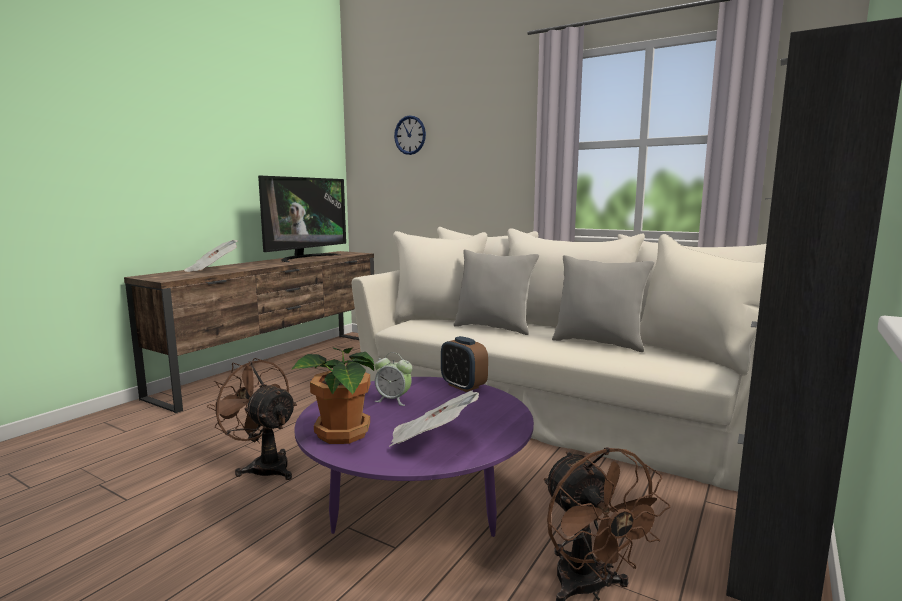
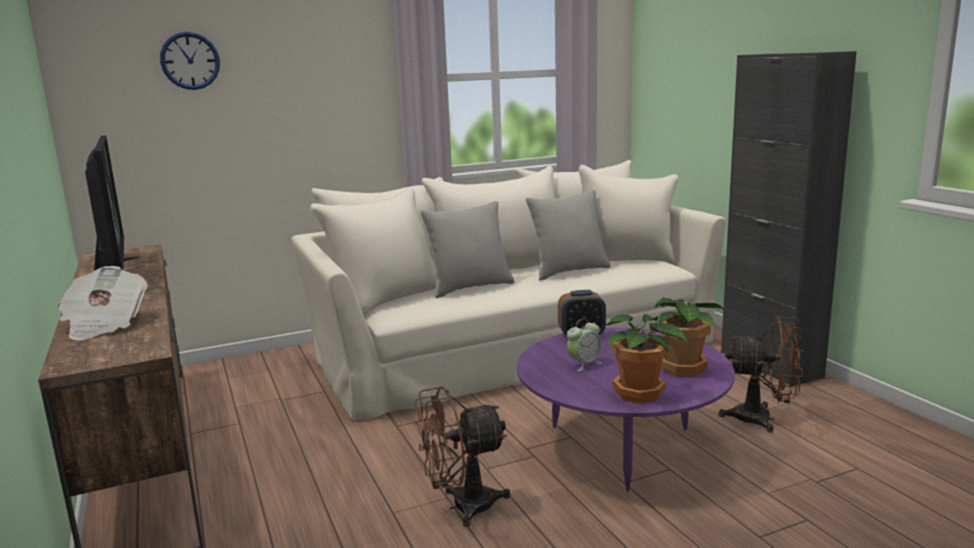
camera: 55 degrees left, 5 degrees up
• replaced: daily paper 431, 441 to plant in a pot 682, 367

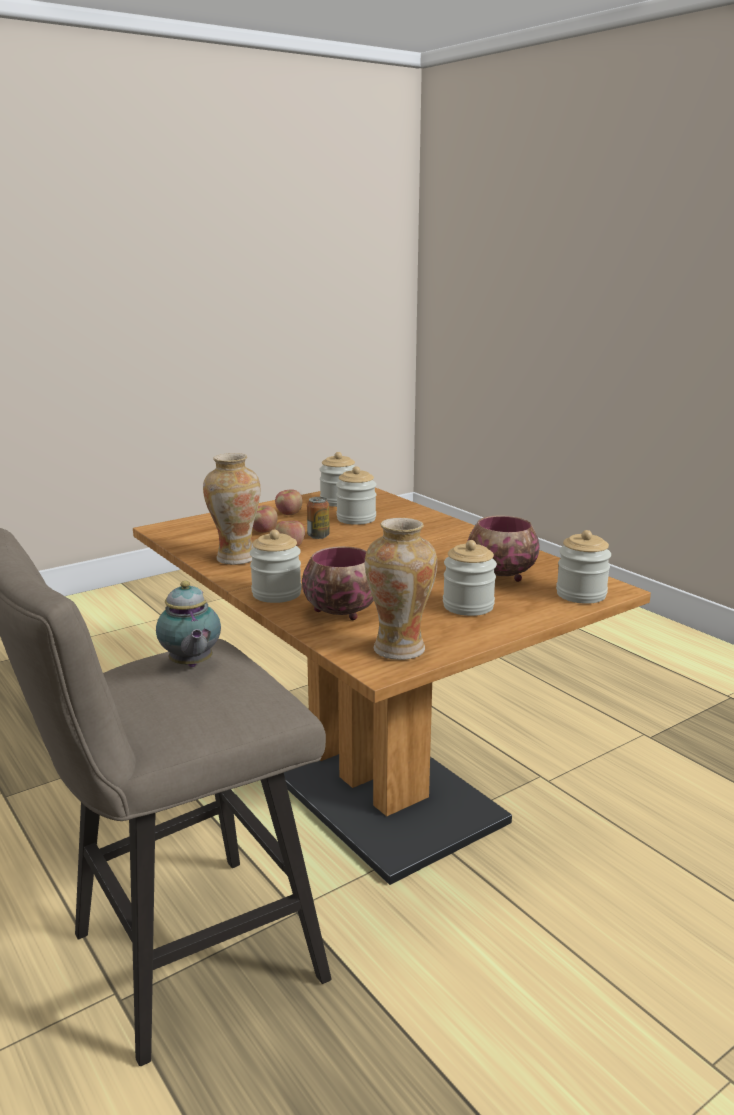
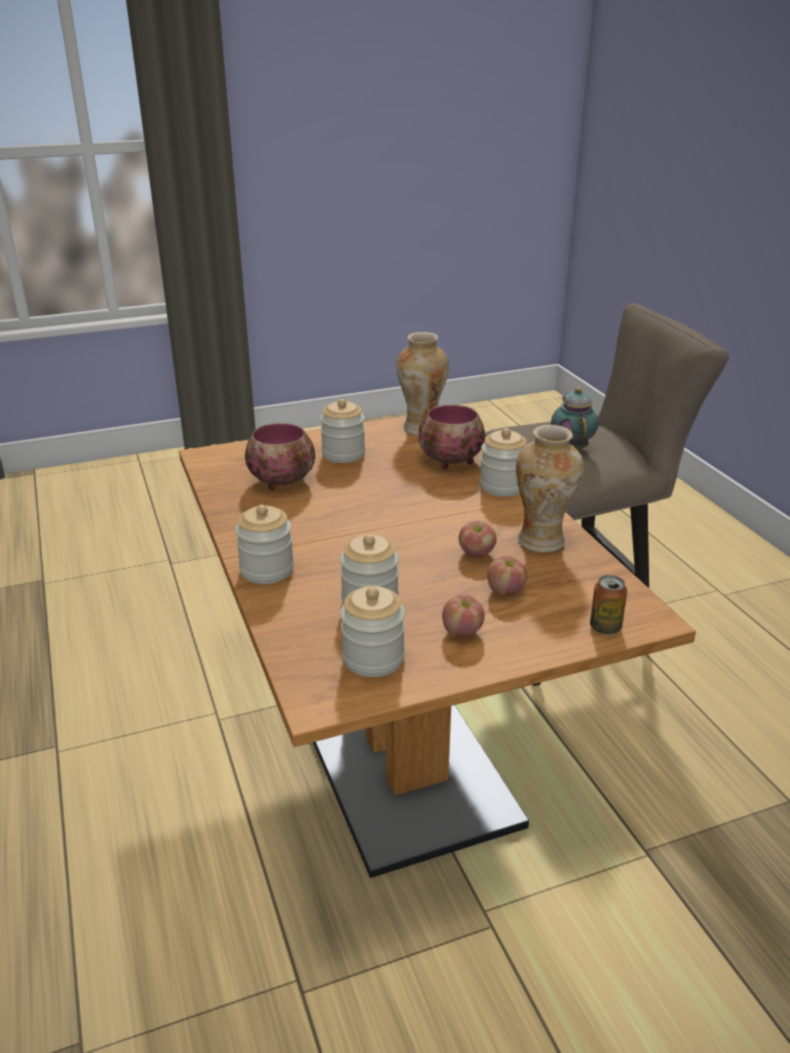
camera: 165 degrees left, 10 degrees up
• moved: can 318, 536 to 605, 627
• moved: preserve jar 581, 594 to 267, 570

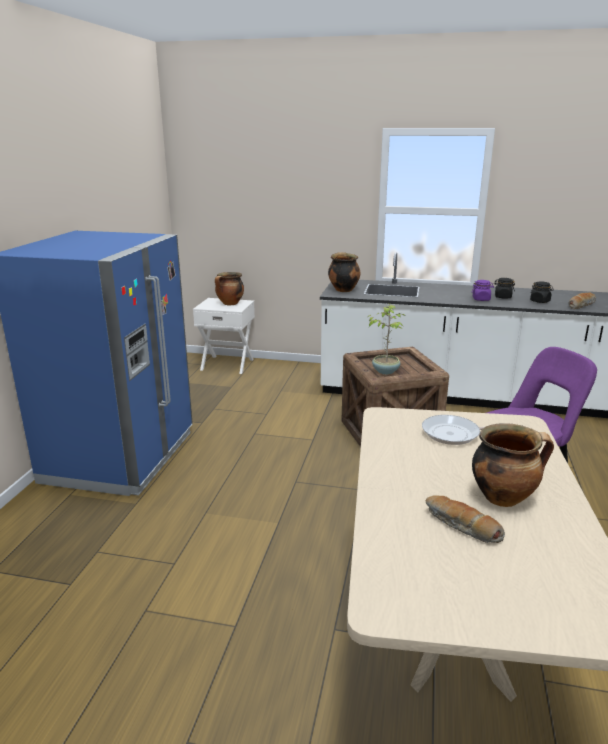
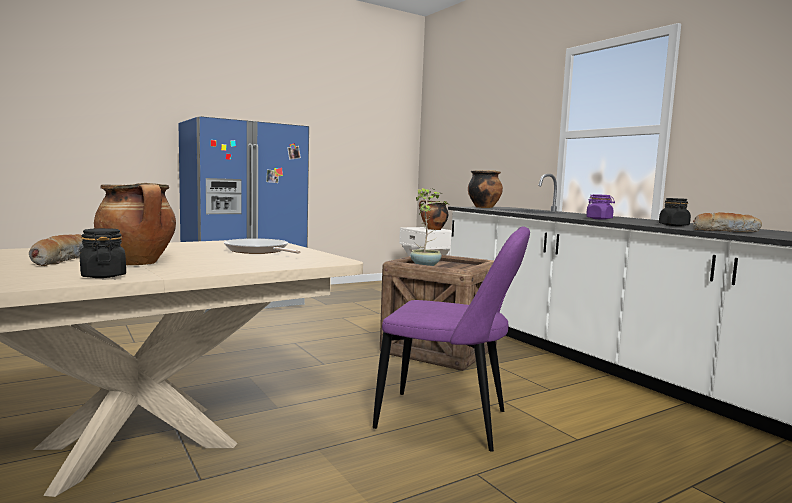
camera: 45 degrees right, 15 degrees down
• moved: preserve jar (black-coloured) 502, 297 to 103, 276

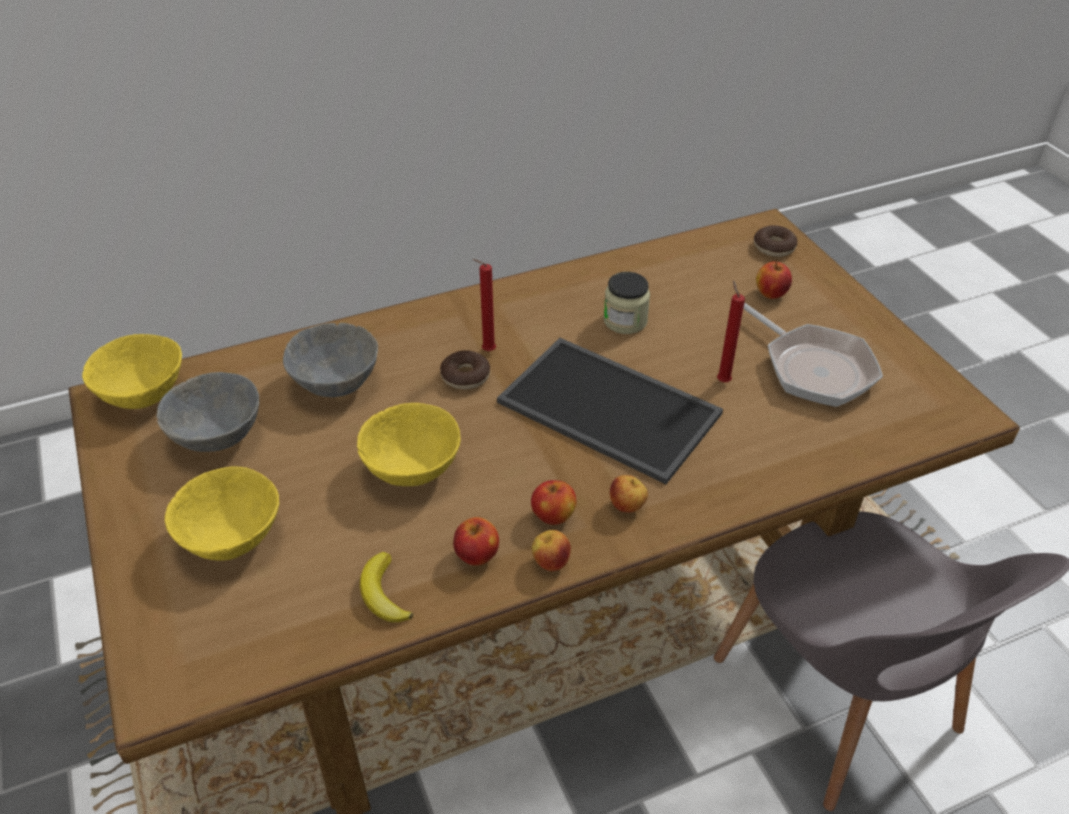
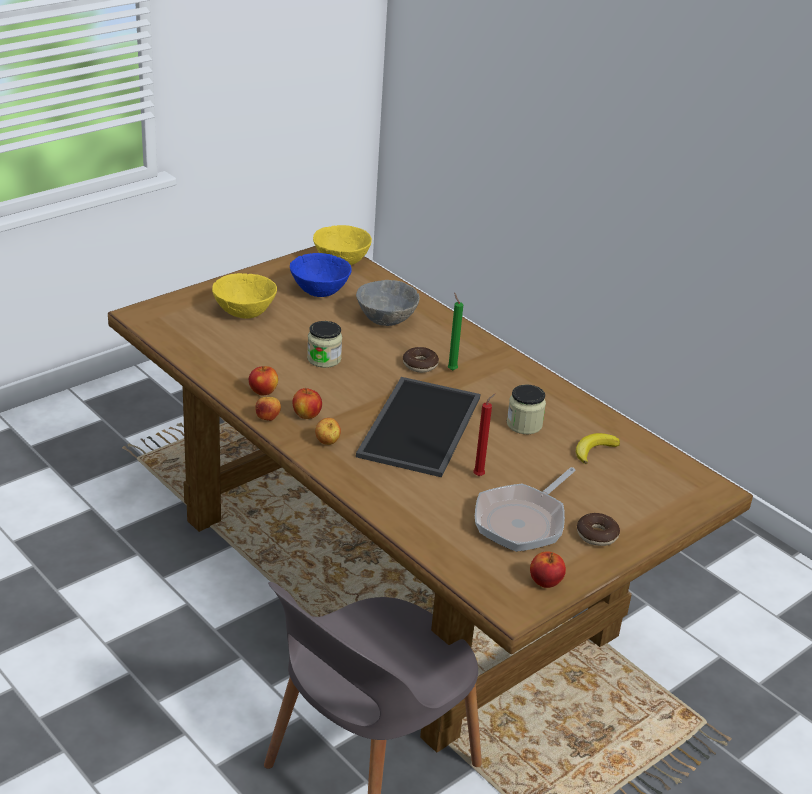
camera: 70 degrees right, 10 degrees down
• moved: donut 774, 247 to 597, 535
• recoloured: wax light (red) 486, 351 to wax light (greenish) 451, 369
• moved: whole apple 771, 293 to 545, 582
• recoloured: serving bowl (greyish) 218, 436 to serving bowl (bluish) 320, 291
• replaced: serving bowl (yellow) 412, 468 to preserve jar 324, 359
• moved: banana fruit 384, 593 to 594, 450

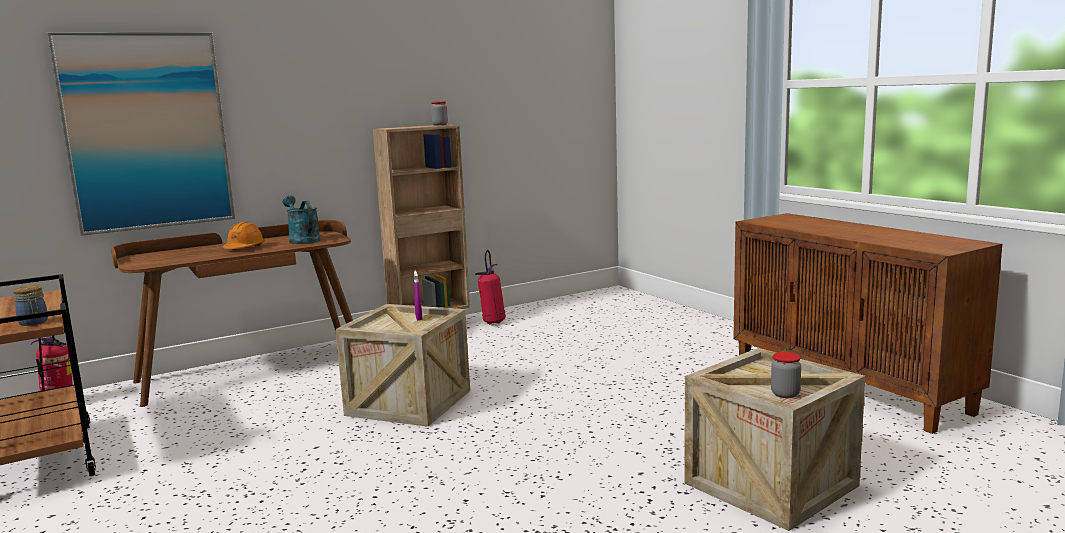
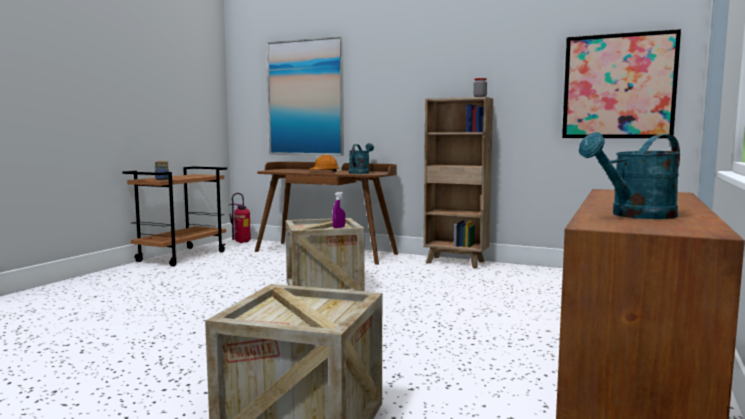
camera: 55 degrees right, 5 degrees down
• removed: extinguisher 493, 322
• removed: preserve jar 785, 394
• added: wall picture 618, 86
• added: watering can (turquoise-coloured) 635, 215

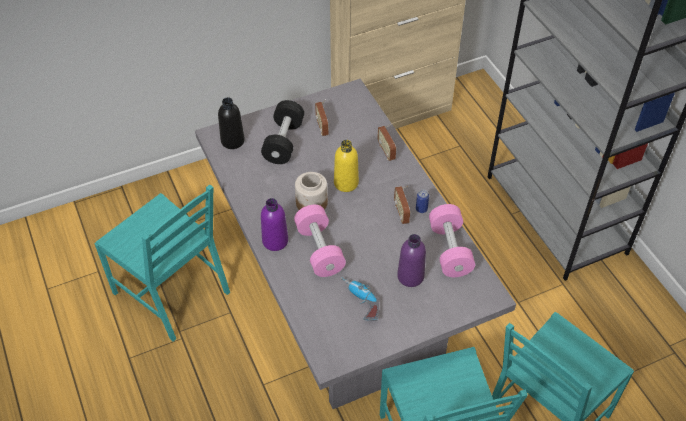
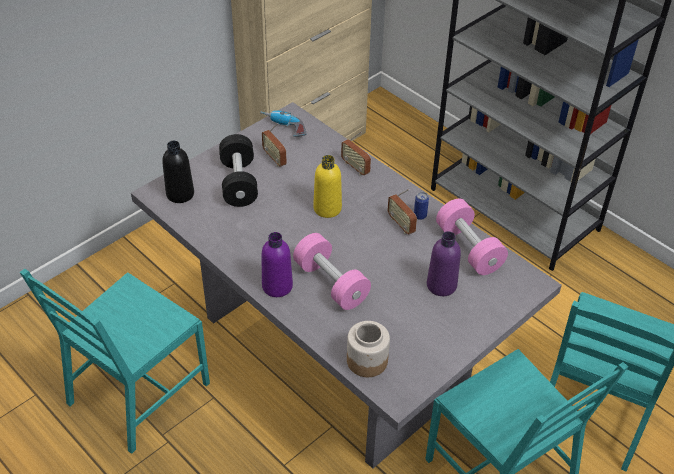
camera: 20 degrees left, 5 degrees down
• moved: preserve jar 312, 203 to 367, 360
• turned: upright chair (turquoise-coloured) 173, 292 = 137, 393 105 degrees clockwise
• moved: drill 359, 302 to 283, 128

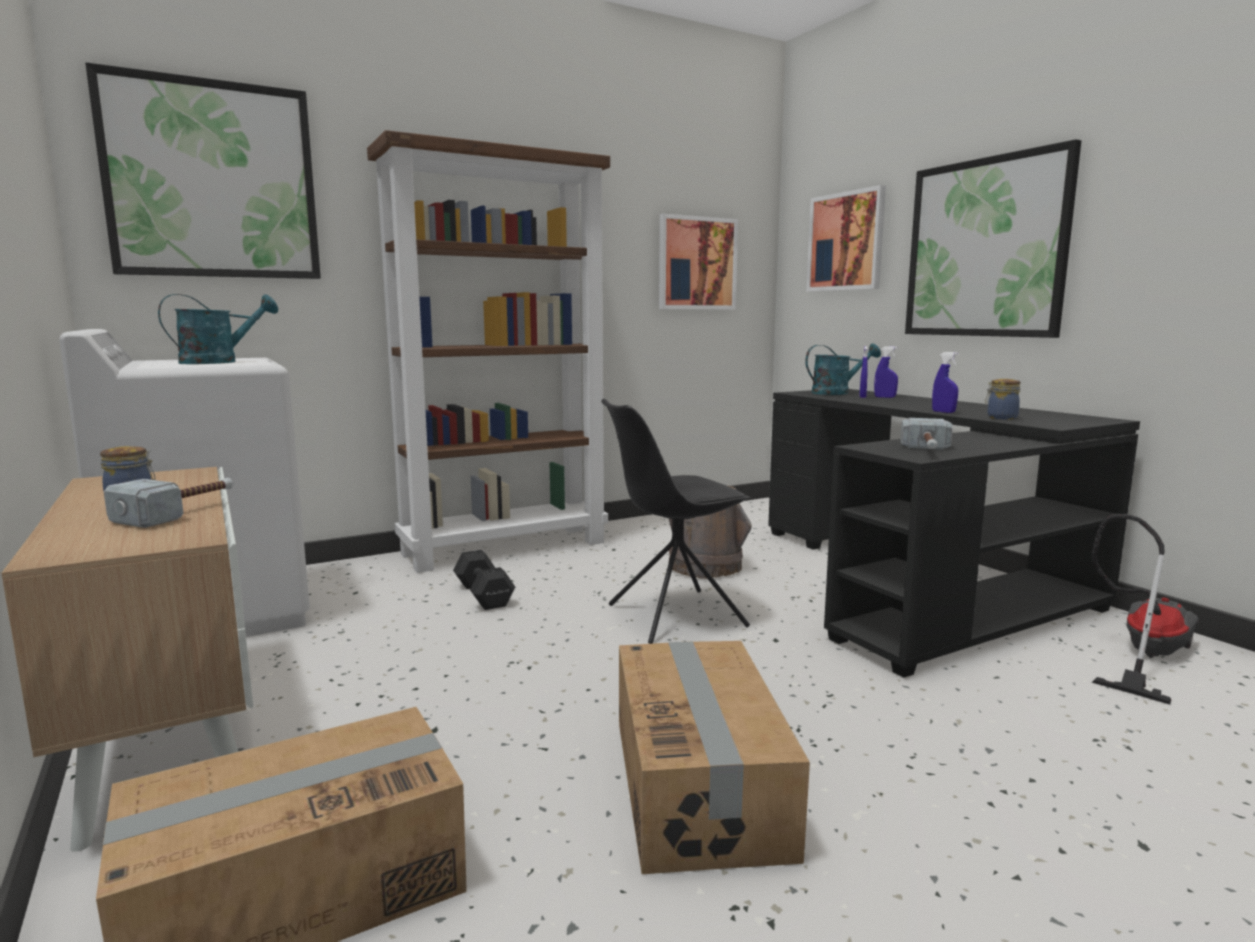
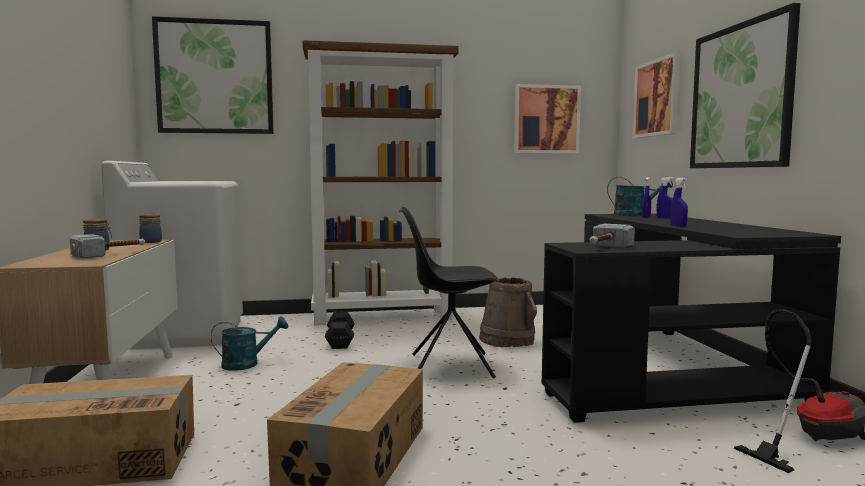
camera: 20 degrees right, 5 degrees down
• moved: watering can (turquoise-coloured) 219, 362 to 247, 364
• moved: preserve jar 1000, 418 to 151, 242

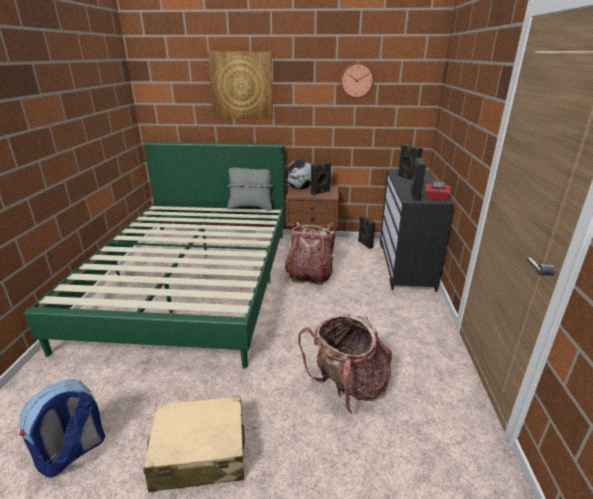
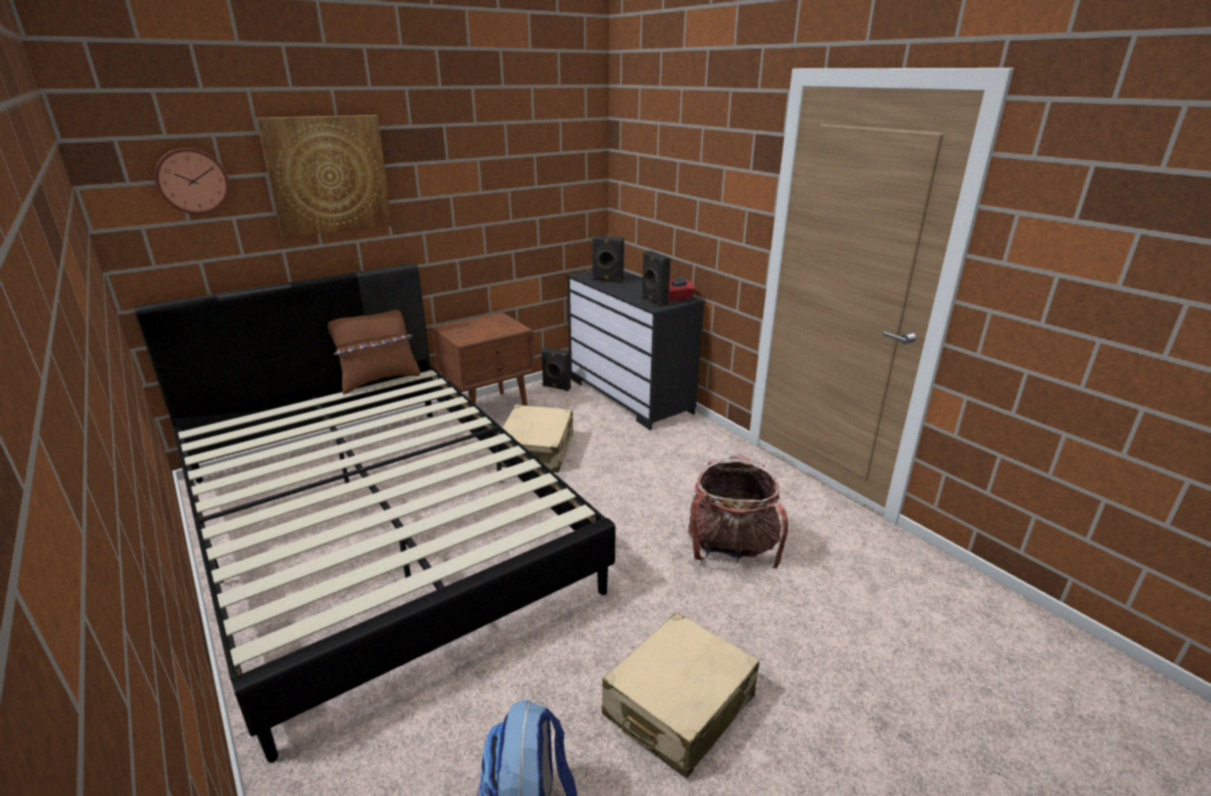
camera: 40 degrees left, 0 degrees up
• moved: hanging clock 357, 80 to 192, 181
• recoloured: bed (greenish) 194, 281 to bed (black-coloured) 378, 528
• removed: globe 299, 188
• removed: loudspeaker (black-coloured) 320, 192
• recoloured: pillow (greyish) 250, 207 to pillow (brown-coloured) 379, 380
• replaced: rucksack 309, 275 to suitcase (beige-coloured) 536, 450

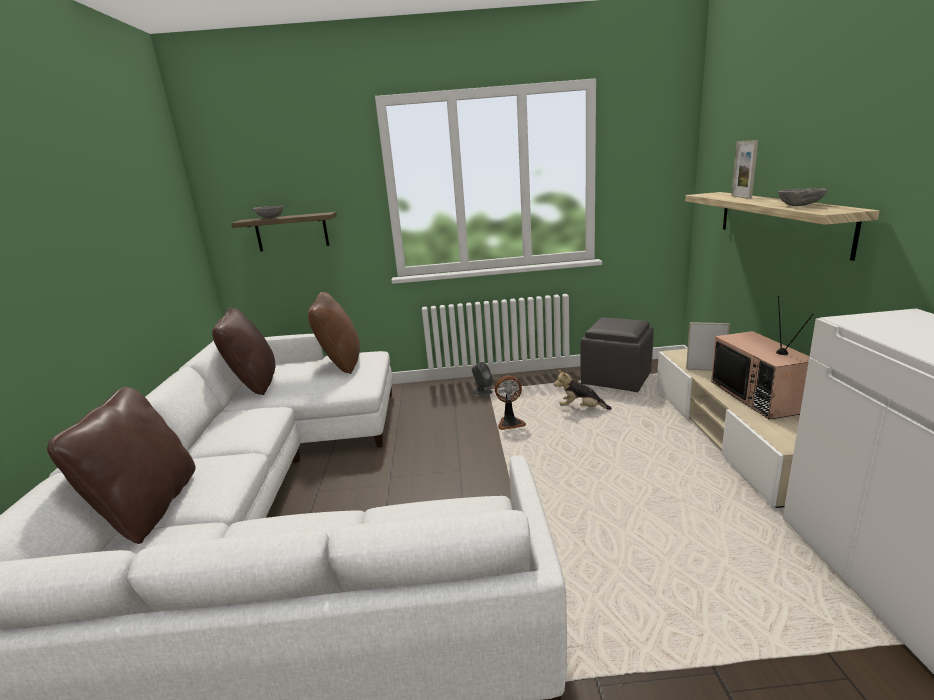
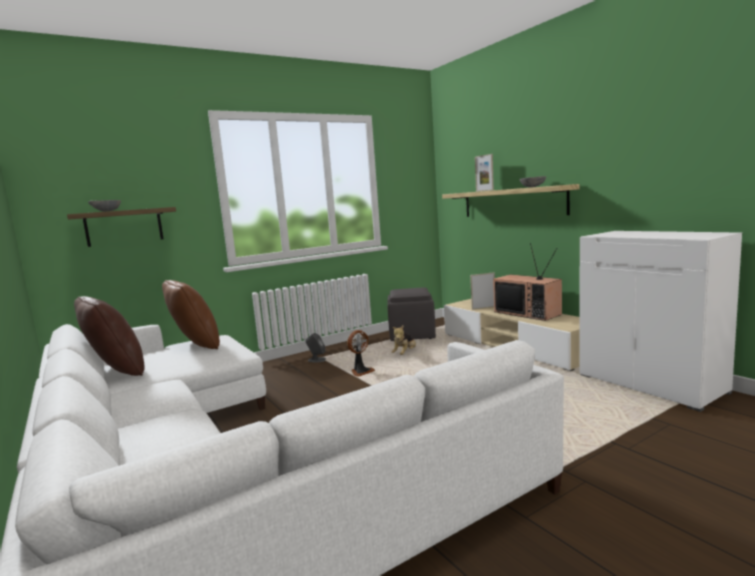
camera: 30 degrees left, 10 degrees down
• turned: soft toy 581, 408 = 405, 354 45 degrees counterclockwise
• removed: pillow (brown-coloured) 149, 508

